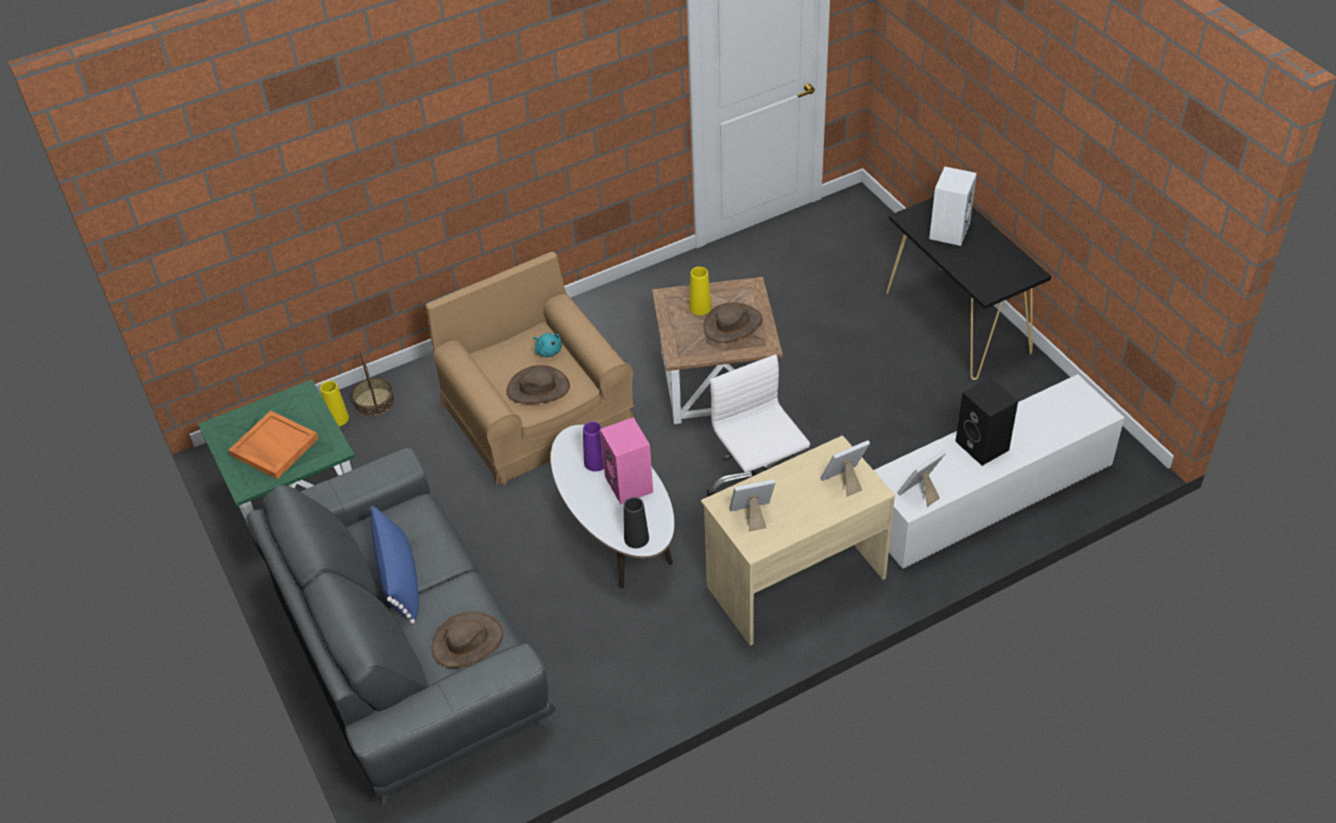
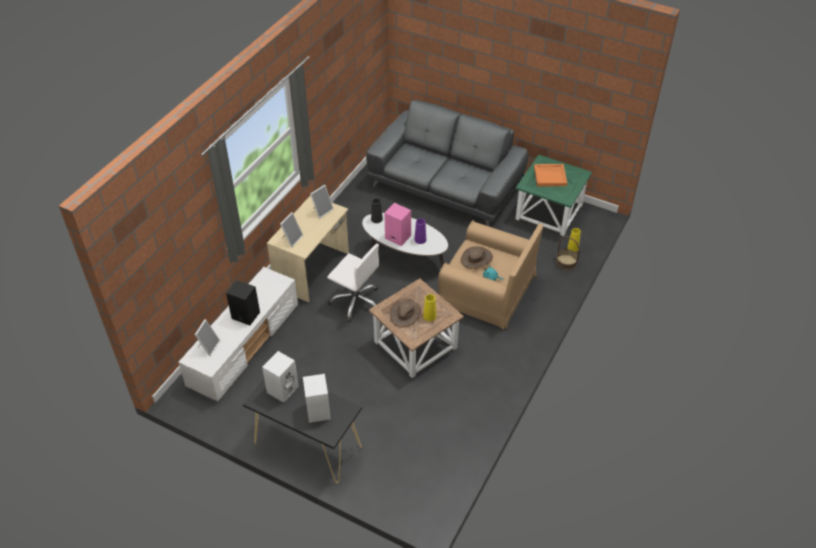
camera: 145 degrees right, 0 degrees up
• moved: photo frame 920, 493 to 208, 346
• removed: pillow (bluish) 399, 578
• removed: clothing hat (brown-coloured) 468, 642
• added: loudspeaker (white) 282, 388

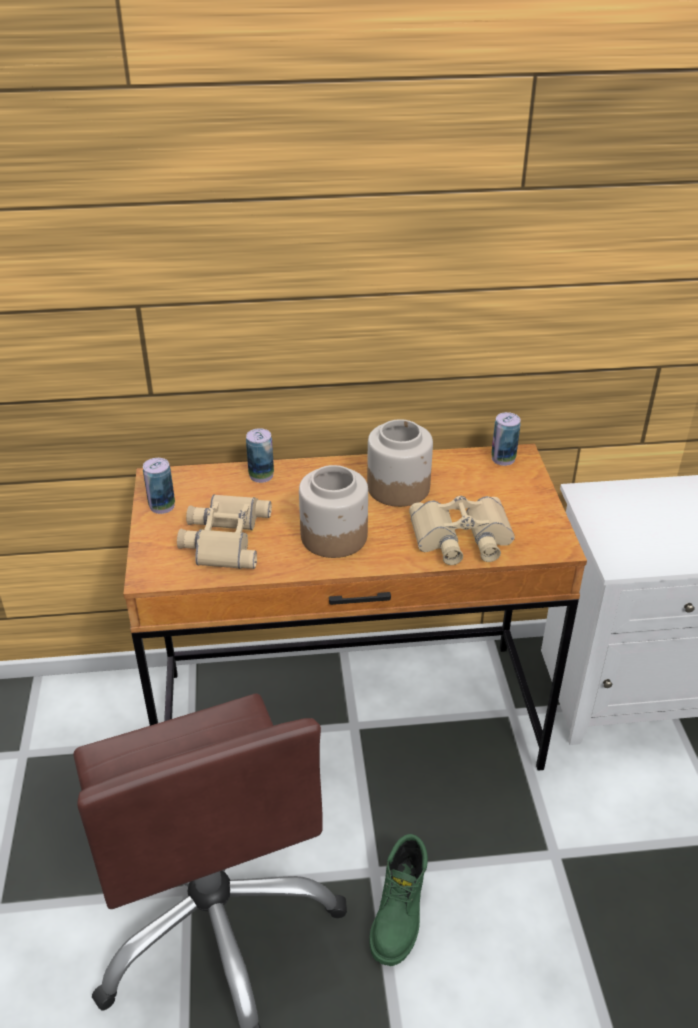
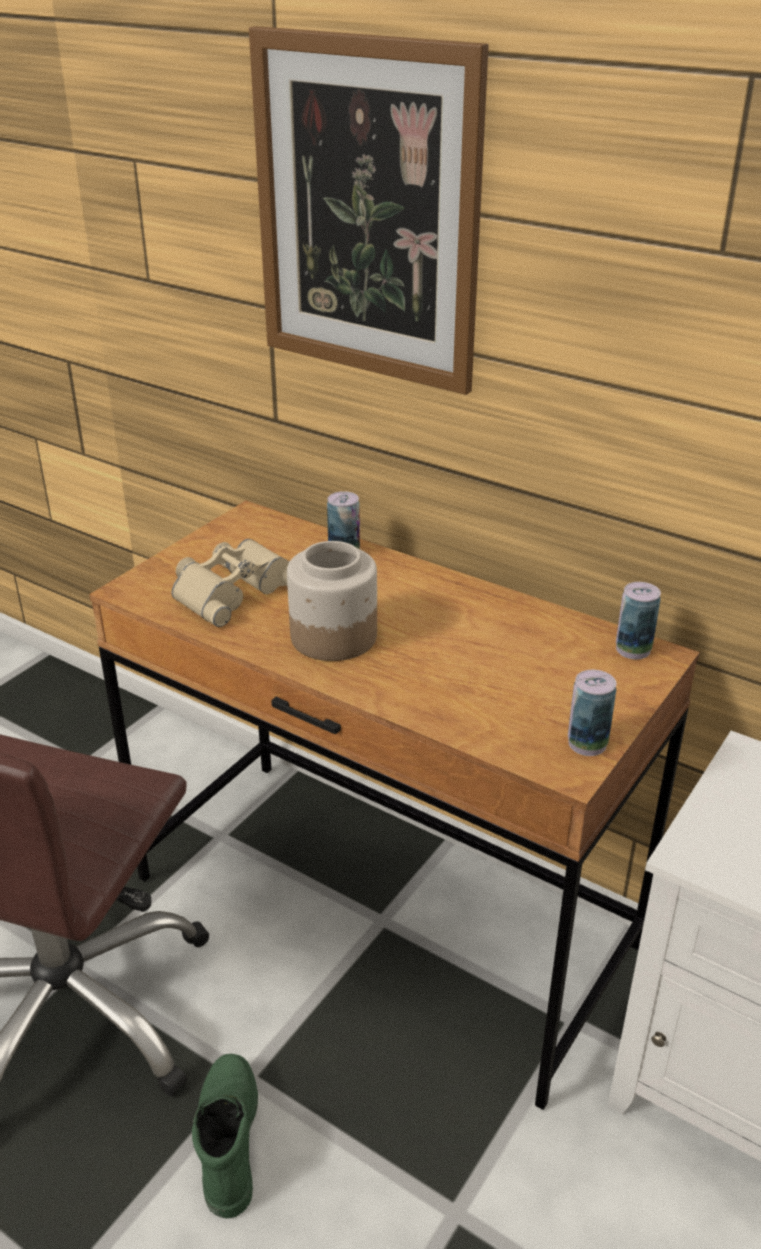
camera: 40 degrees right, 5 degrees down
• removed: preserve jar 398, 487
• moved: can 162, 506 to 587, 743
• removed: field glasses (beige-coloured) 462, 538
• turned: high-top boot (greenish) 400, 913 = 226, 1138 120 degrees clockwise
• added: wall picture 366, 213

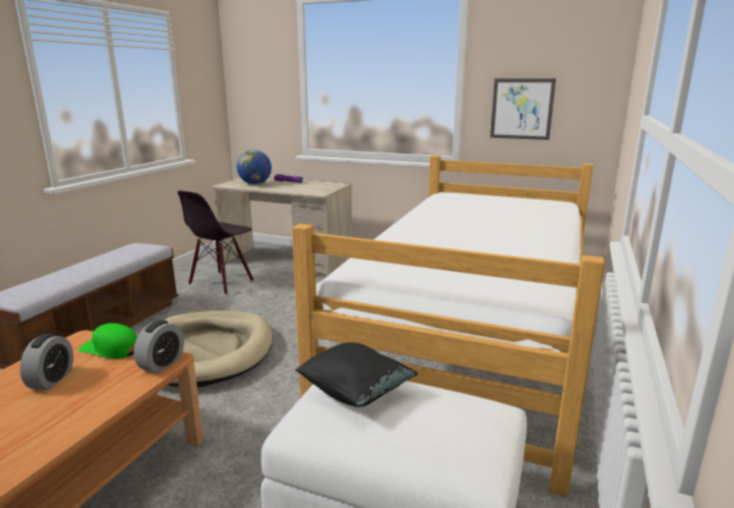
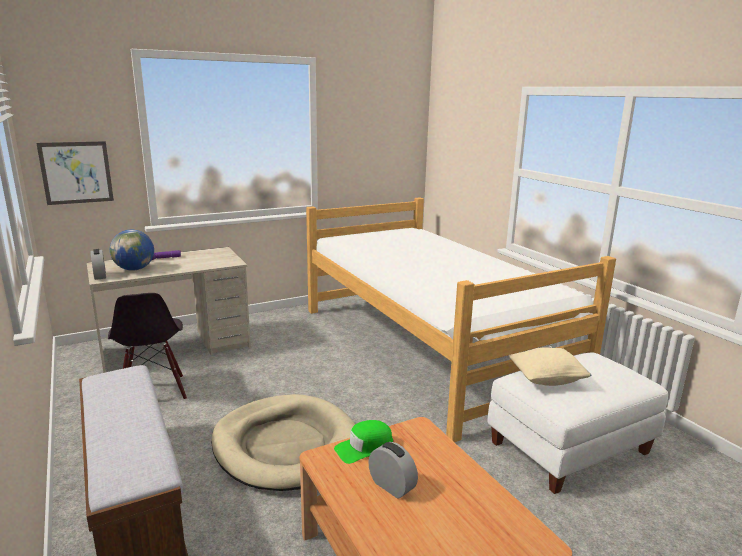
camera: 50 degrees left, 0 degrees up
• moved: wall picture 522, 109 to 76, 172
• moved: table clock 162, 364 to 100, 276
• recoloured: pillow (black-coloured) 355, 392 to pillow (beige-coloured) 547, 379

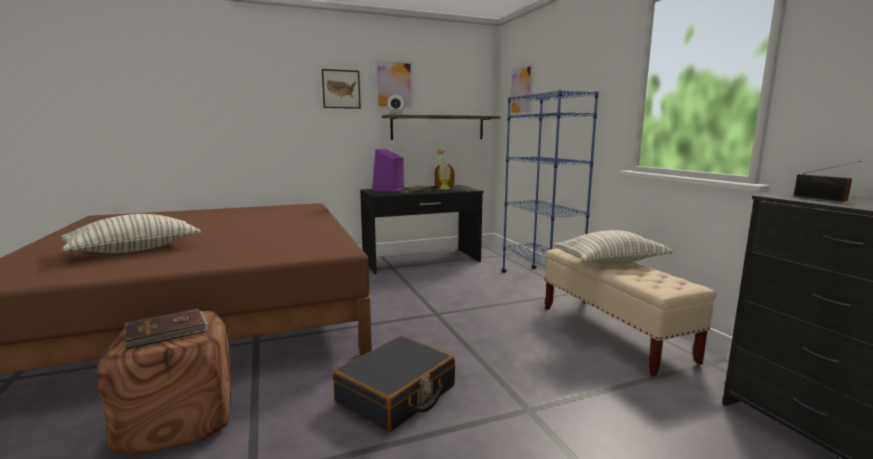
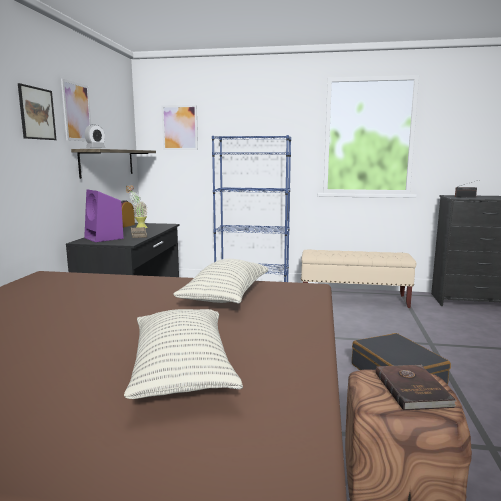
camera: 60 degrees left, 0 degrees up
• moved: pillow 610, 262 to 226, 297

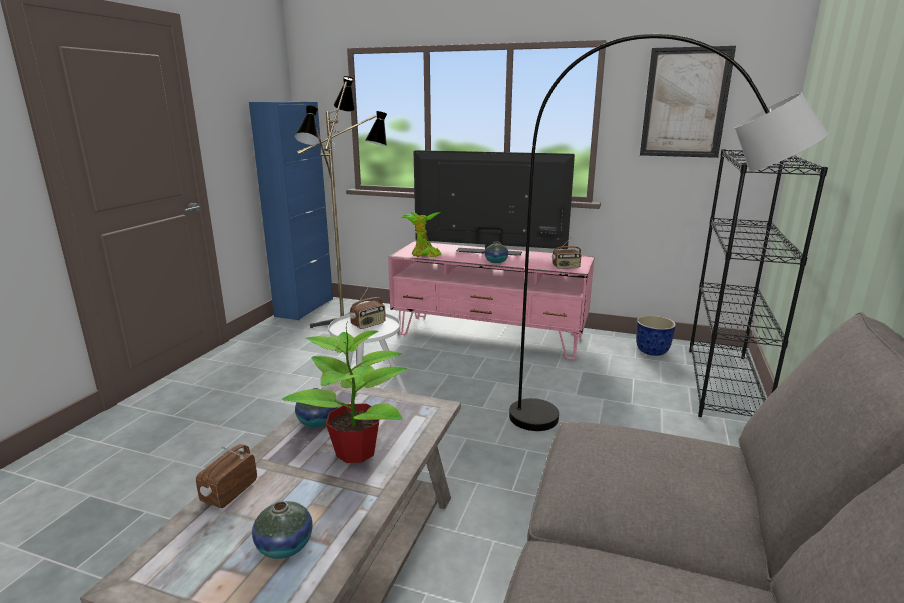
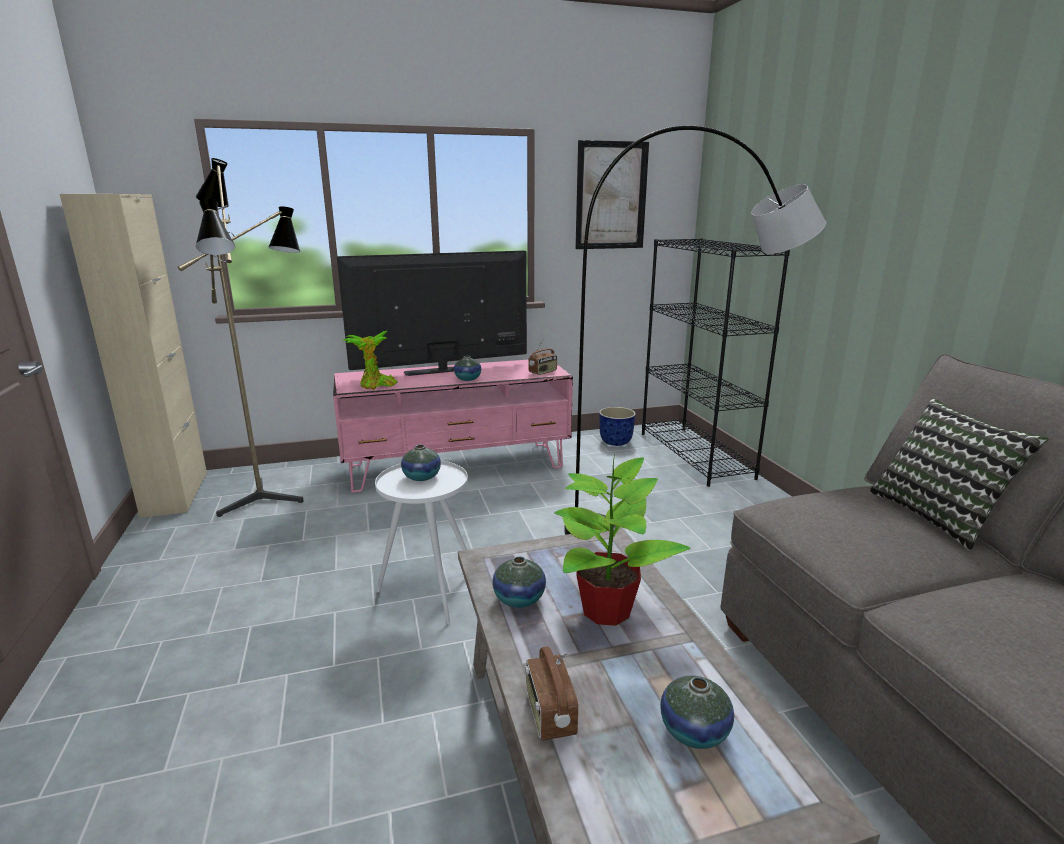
camera: 35 degrees left, 0 degrees up
• recoloured: cabinet (bluish) 304, 307 to cabinet (beige-coloured) 175, 494
• replaced: radio 368, 324 to vase 421, 477
• added: pillow 938, 515

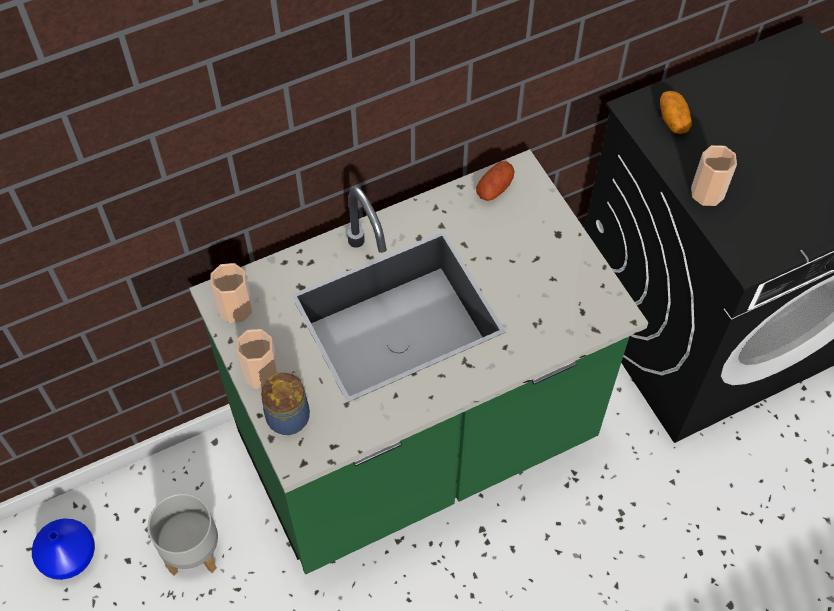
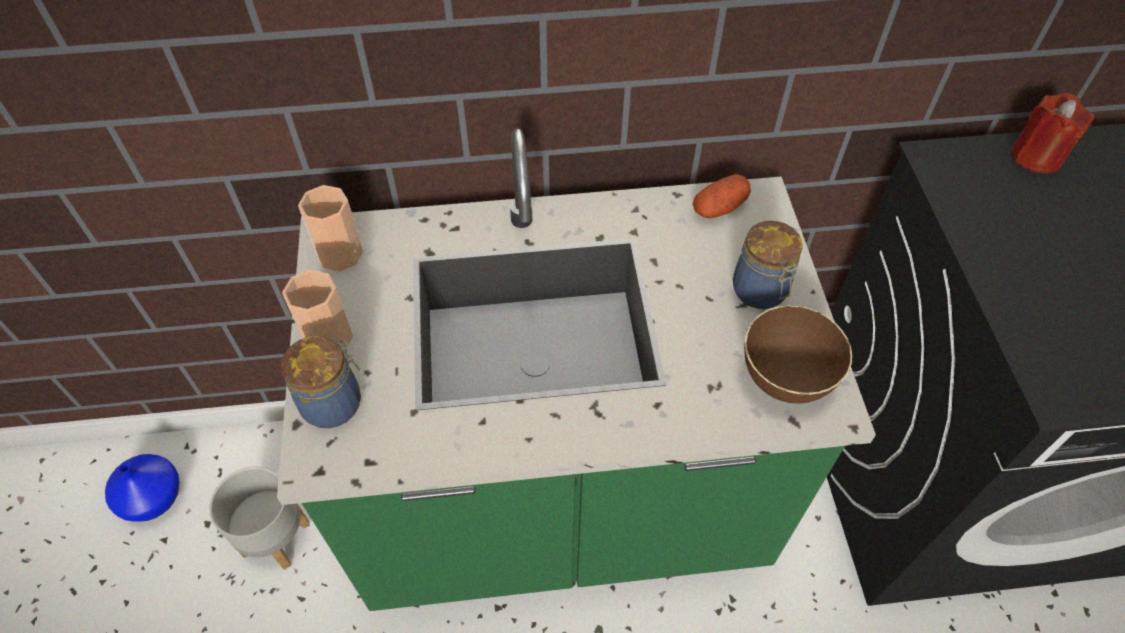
camera: 20 degrees right, 5 degrees down
• removed: spud 673, 120
• removed: cup 707, 193
• added: wax light (red) 1036, 156
• added: preserve jar 760, 292
• added: serving bowl (brown-coloured) 785, 378

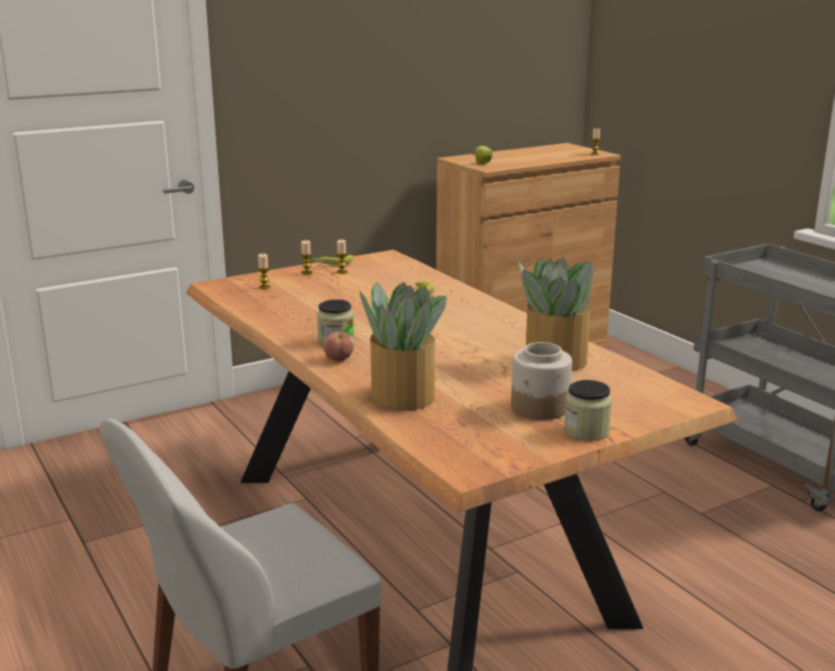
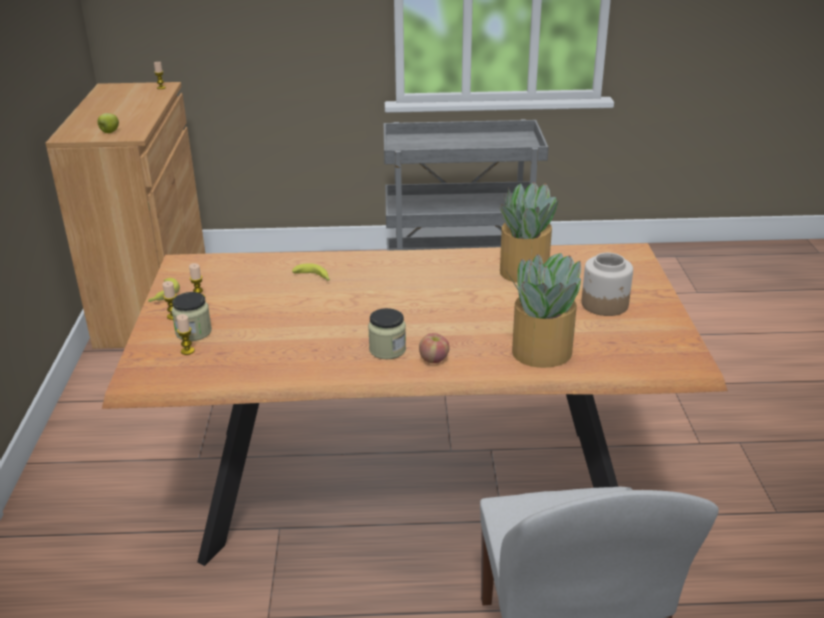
camera: 60 degrees left, 10 degrees up
• moved: preserve jar 586, 431 to 193, 332

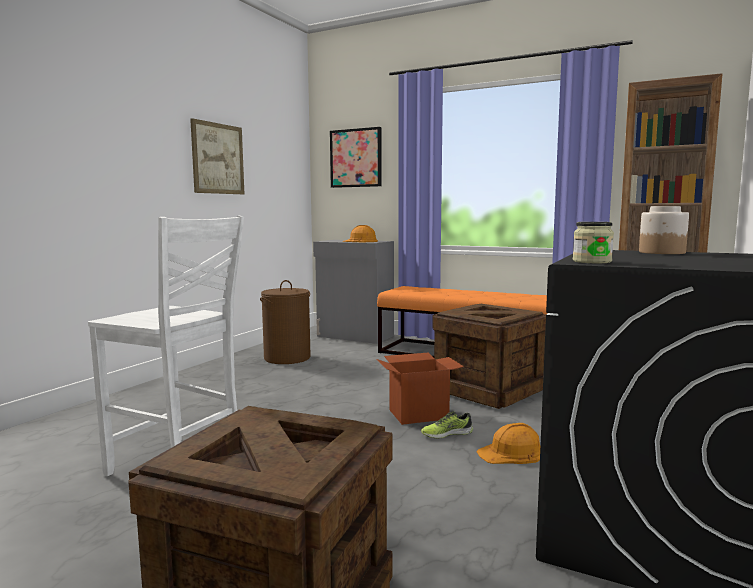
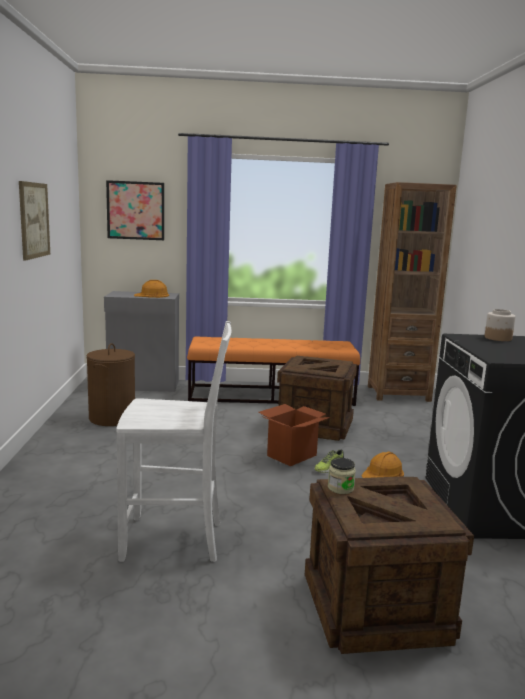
camera: 30 degrees left, 5 degrees up
• moved: preserve jar 592, 261 to 340, 488

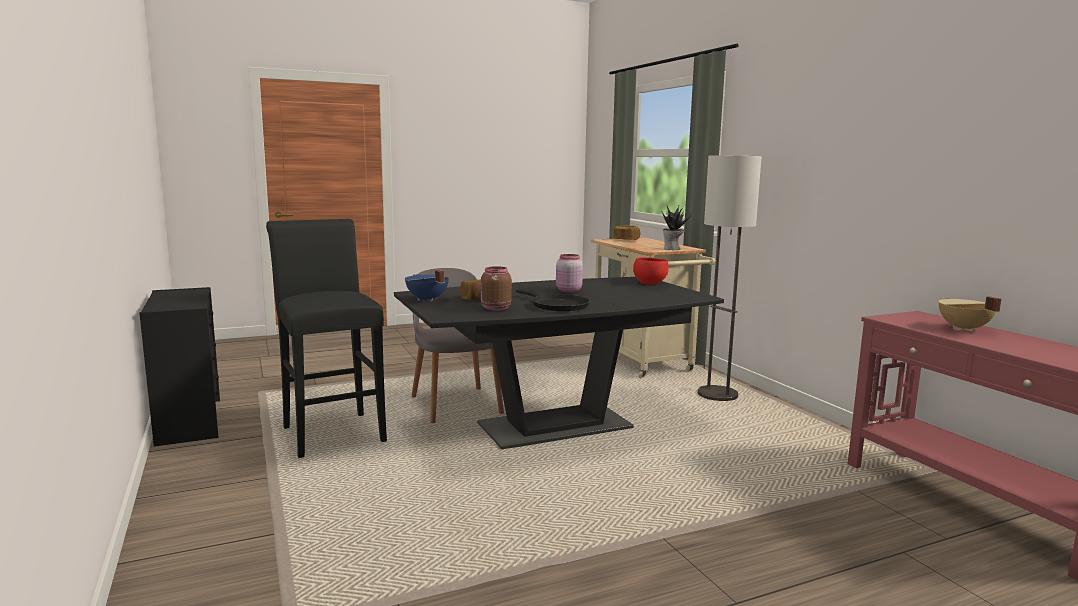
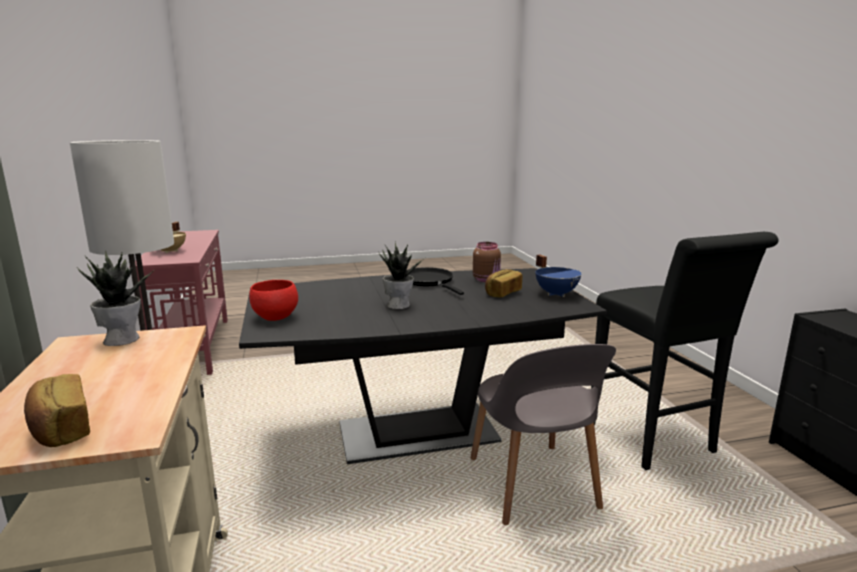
camera: 170 degrees left, 5 degrees up
• replaced: preserve jar (pink) 568, 290 to plant in a pot 399, 305

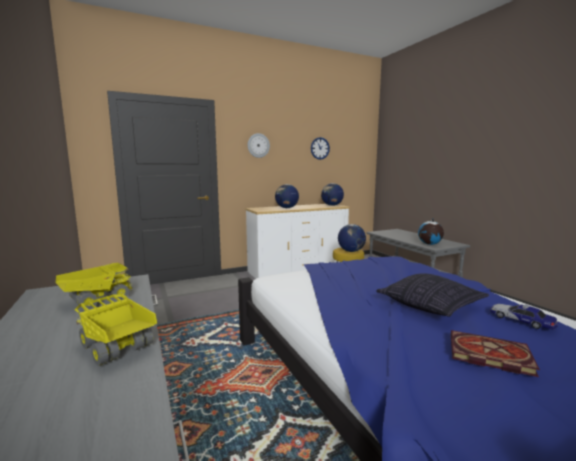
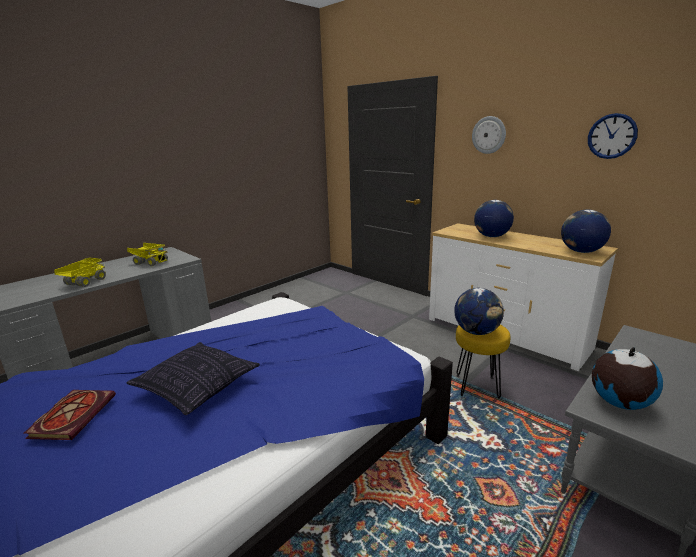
camera: 70 degrees right, 10 degrees up
• removed: miniature car 521, 320

